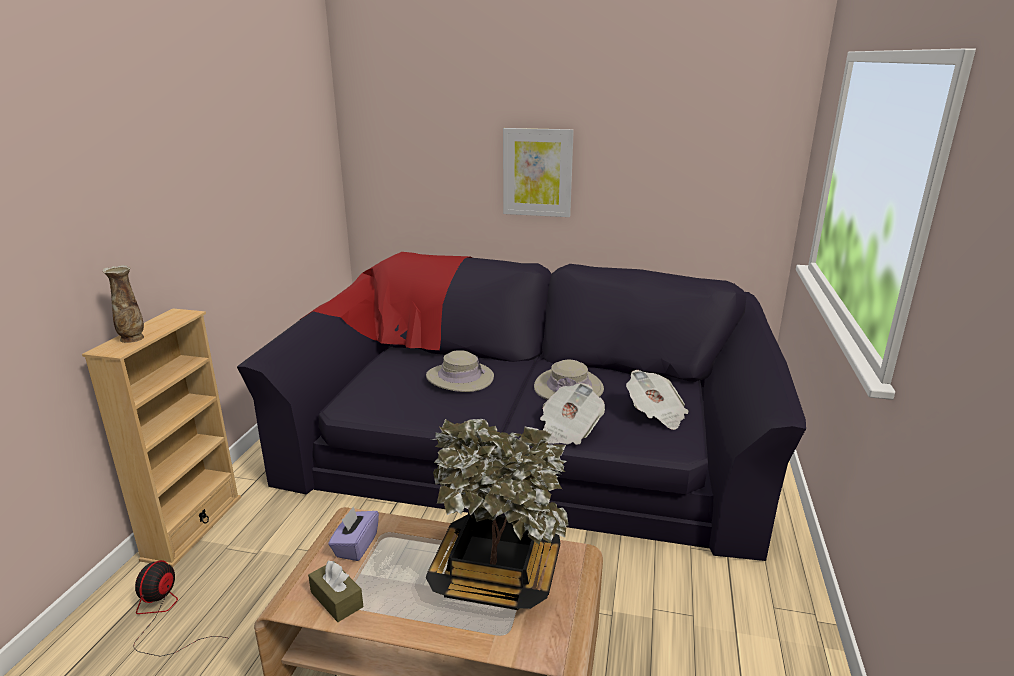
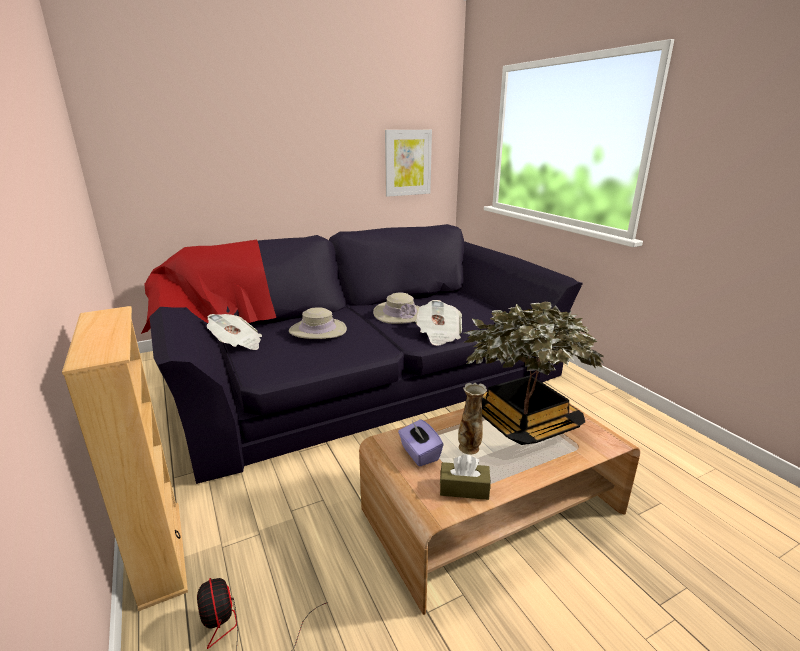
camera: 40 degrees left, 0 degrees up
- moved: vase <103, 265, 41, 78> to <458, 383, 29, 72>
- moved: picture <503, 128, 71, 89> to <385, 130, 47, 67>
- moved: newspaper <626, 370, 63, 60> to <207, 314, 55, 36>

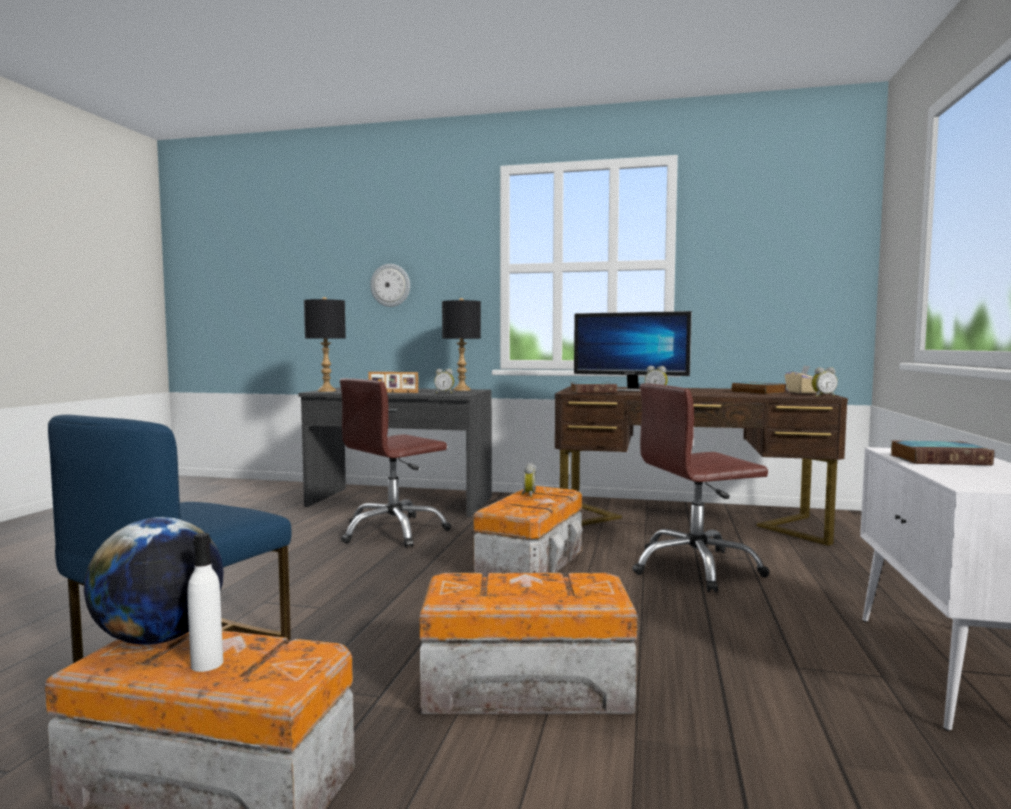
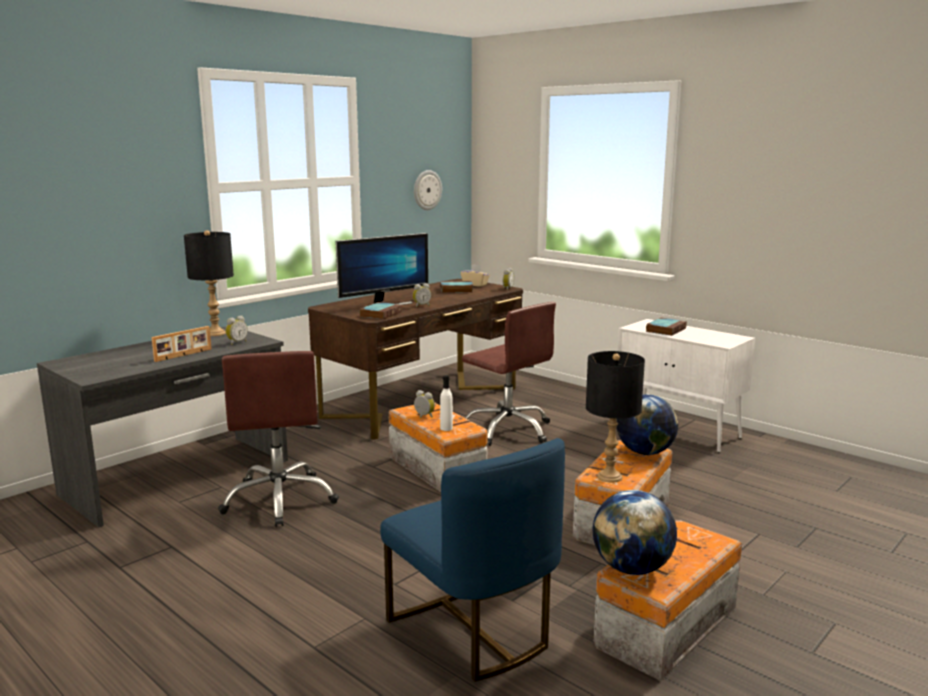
camera: 60 degrees left, 10 degrees up
- added: globe <617, 394, 61, 61>
- moved: bottle in white <188, 533, 35, 139> to <440, 375, 13, 56>
- moved: table lamp in black <304, 297, 42, 95> to <586, 351, 59, 132>
- moved: wall clock <370, 264, 40, 43> to <414, 170, 28, 40>
- turned: office chair in brown <632, 383, 137, 209> = <462, 302, 94, 144> 60 degrees counterclockwise

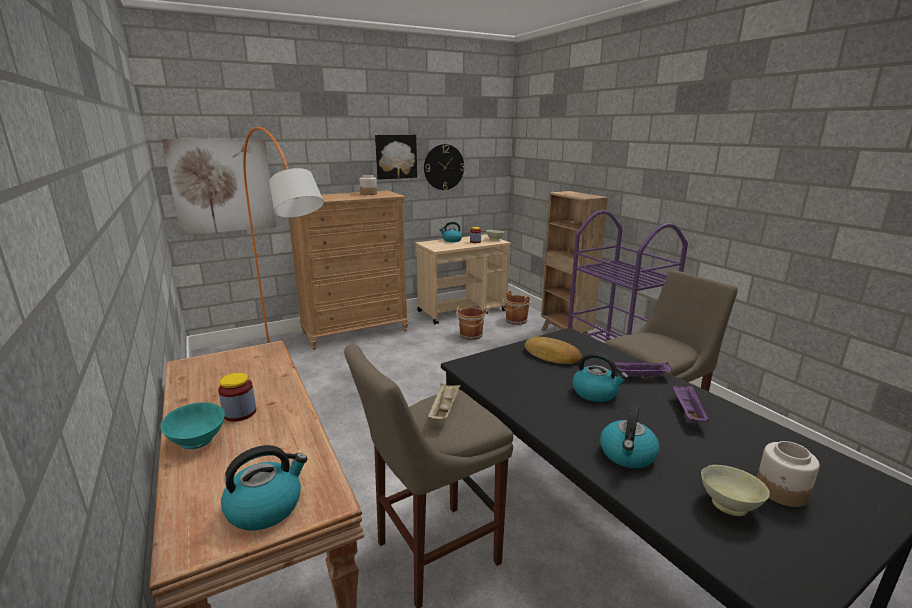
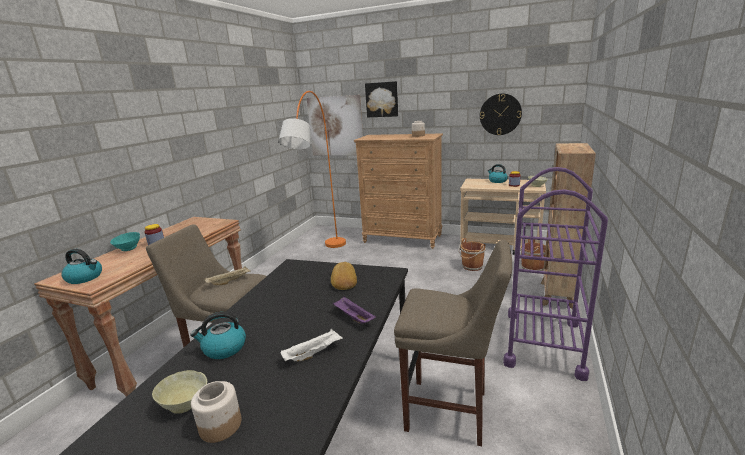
camera: 50 degrees right, 0 degrees up
- removed: kettle <572, 352, 56, 50>
- moved: picture <375, 135, 42, 45> to <365, 81, 33, 36>
- recoloured: tray in purple <672, 385, 38, 37> to tray in white <280, 329, 63, 32>

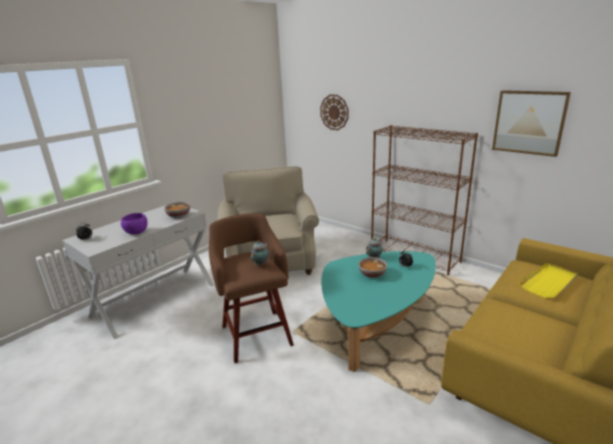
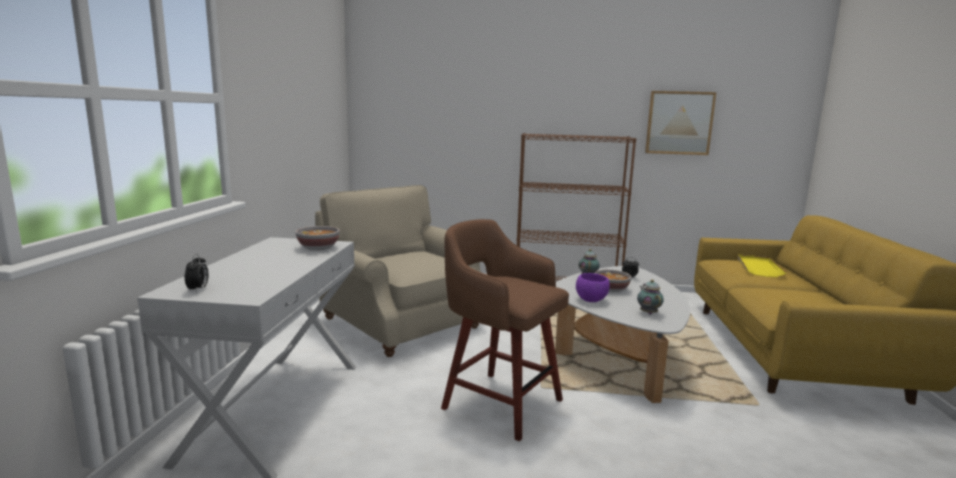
camera: 35 degrees left, 10 degrees down
- removed: wall clock <320, 95, 28, 35>
- moved: bowl in purple <121, 213, 26, 22> to <576, 273, 34, 29>
- moved: teapot <250, 241, 19, 25> to <637, 280, 27, 35>
- recoloured: coffee table in turquoise <321, 251, 115, 121> to coffee table in white <555, 266, 135, 137>

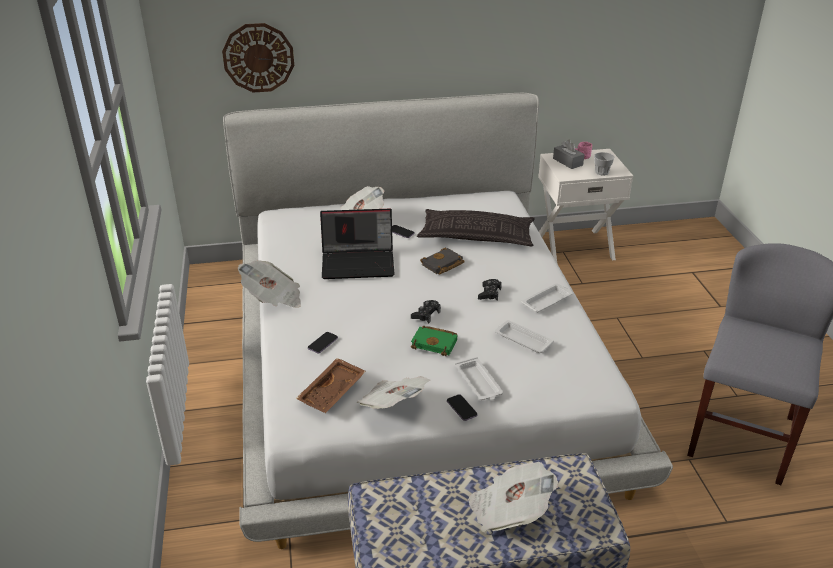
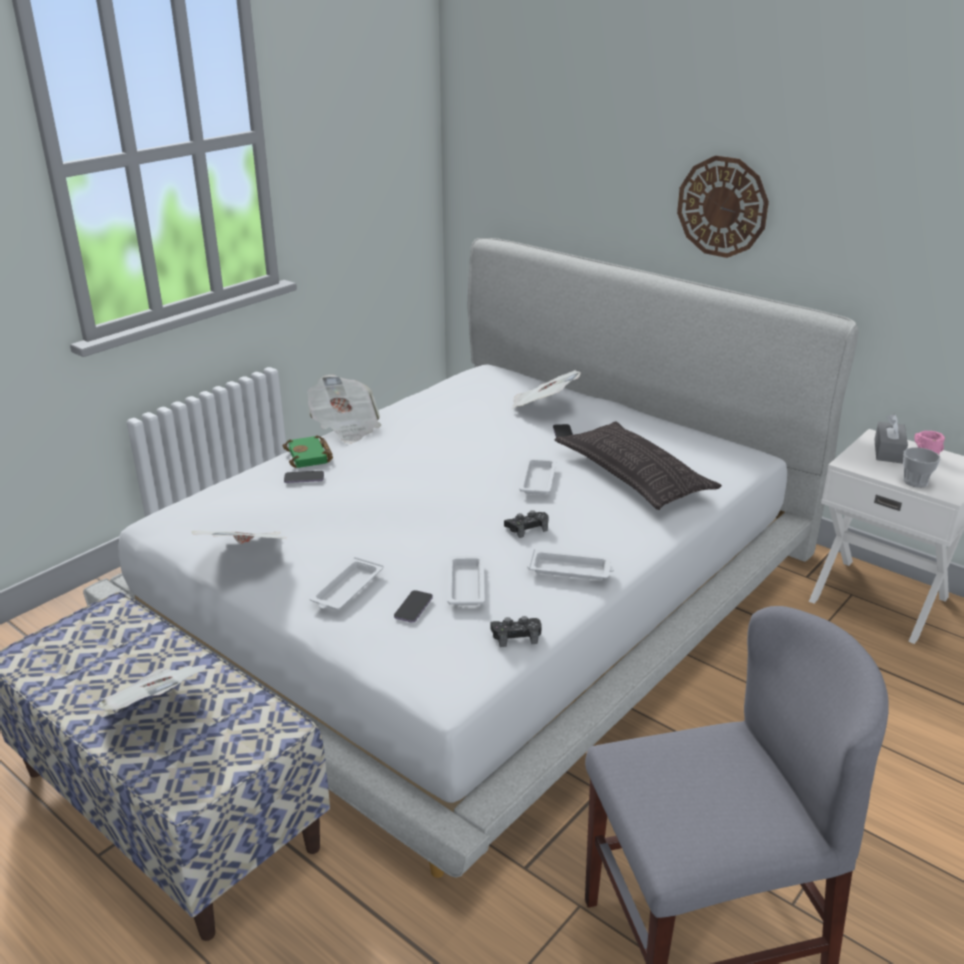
camera: 50 degrees right, 5 degrees down
- removed: tray in brown <296, 358, 70, 55>
- removed: laptop <320, 209, 75, 70>
- moved: wall clock <222, 23, 72, 70> to <677, 156, 92, 102>
- moved: game controller in black <411, 300, 30, 23> to <490, 616, 52, 31>
- moved: book in green <411, 326, 46, 30> to <283, 435, 50, 33>
- moved: phone <447, 394, 31, 27> to <394, 590, 39, 33>
- replaced: book in black <420, 248, 45, 27> to tray in white <519, 458, 37, 37>

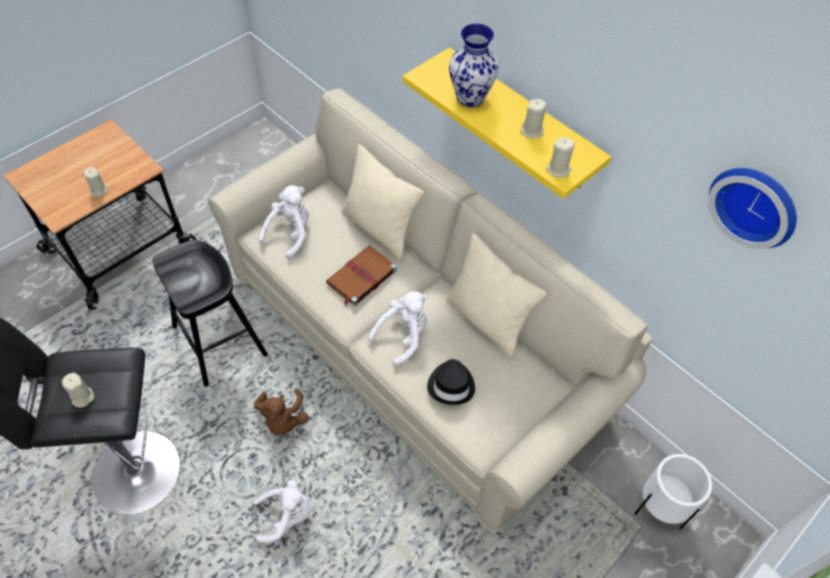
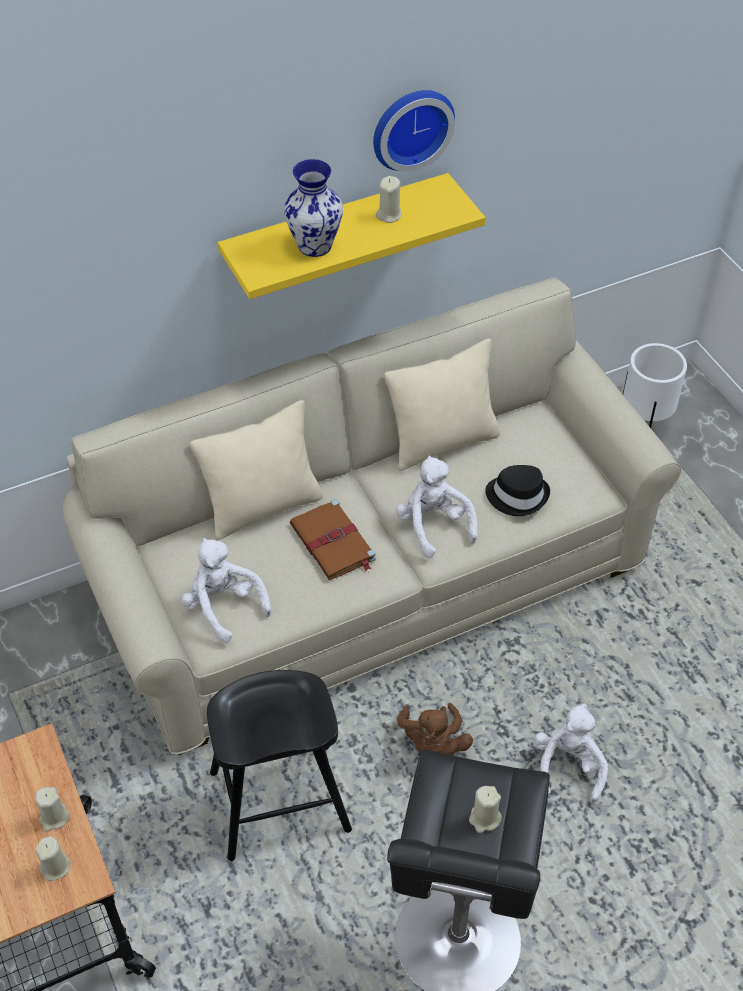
camera: 70 degrees left, 5 degrees down
- moved: candle in beige <546, 138, 29, 40> to <35, 836, 36, 45>
- moved: wall clock <708, 168, 89, 81> to <373, 90, 82, 82>
- turned: plush toy in brown <254, 388, 55, 47> = <397, 703, 76, 52> 75 degrees clockwise

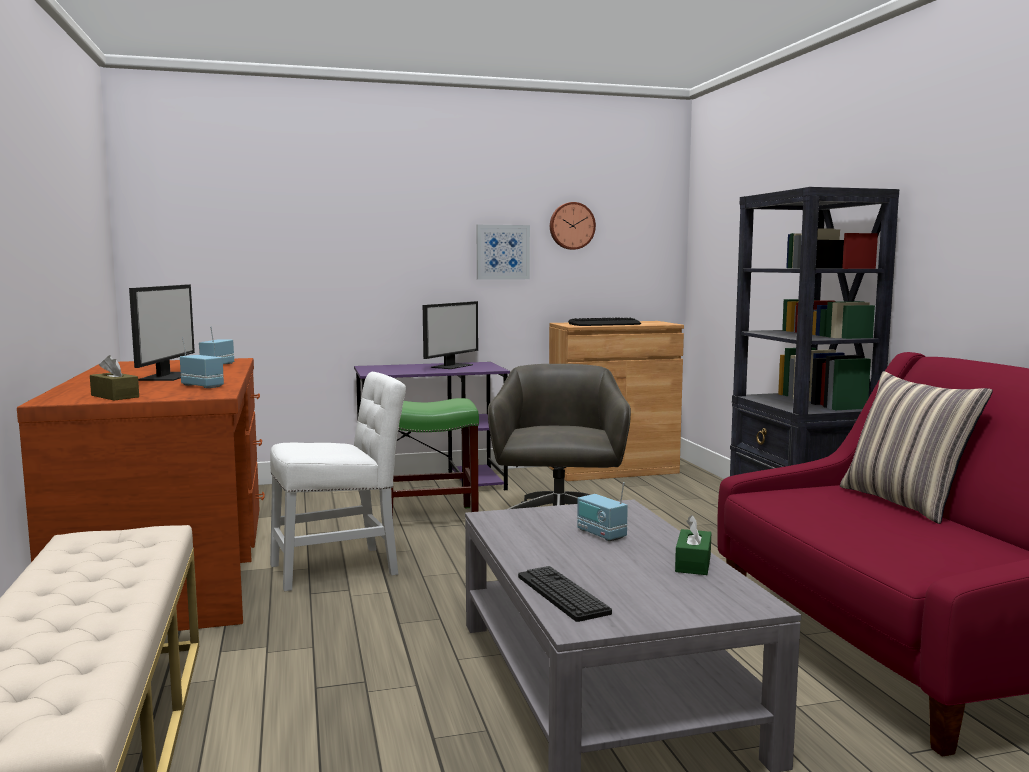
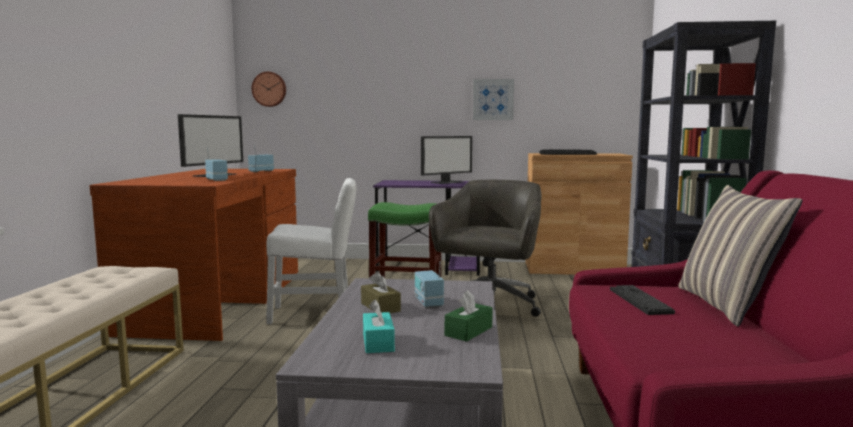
camera: 20 degrees right, 0 degrees up
- added: tissue box in turquoise <363, 299, 32, 54>
- moved: tissue box in brown <90, 355, 49, 46> to <361, 271, 40, 42>
- moved: keyboard <518, 566, 94, 56> to <610, 285, 65, 30>
- moved: wall clock <550, 202, 46, 48> to <251, 72, 35, 35>

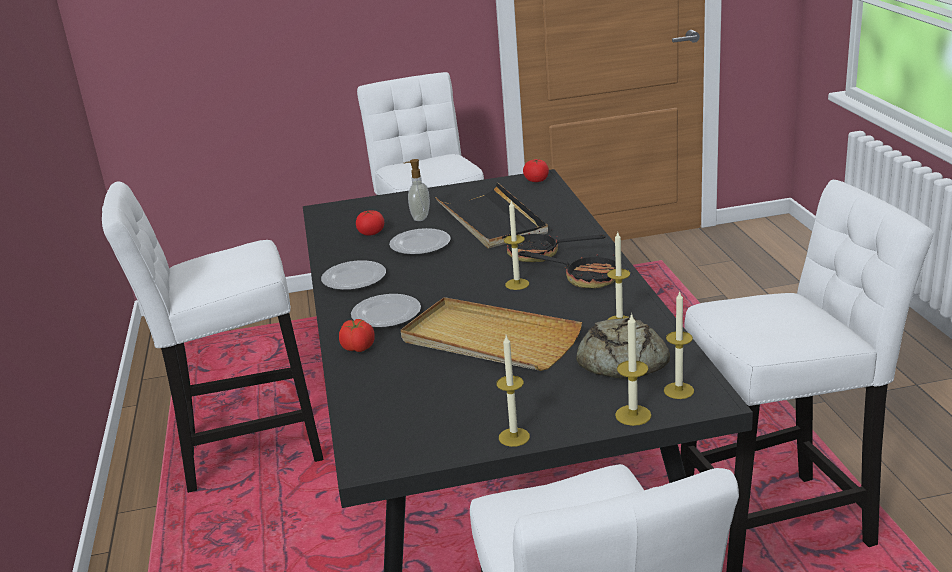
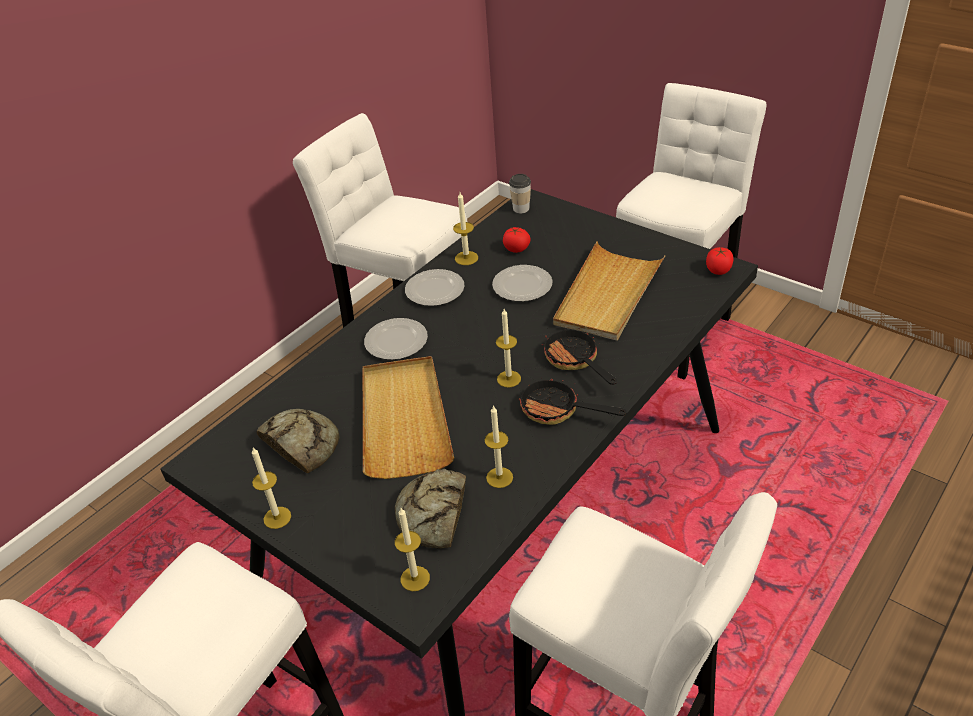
camera: 50 degrees right, 15 degrees up
- removed: tomato <339, 319, 36, 33>
- removed: soap dispenser <403, 159, 27, 62>
- added: bread <256, 409, 84, 64>
- added: cup <509, 174, 22, 39>
- moved: candle <615, 313, 36, 113> to <453, 192, 25, 73>
- recoloured: tray in black <435, 182, 113, 66> to tray in beige <553, 241, 113, 100>
- turned: frying pan <519, 251, 97, 38> = <519, 379, 108, 46> 135 degrees clockwise

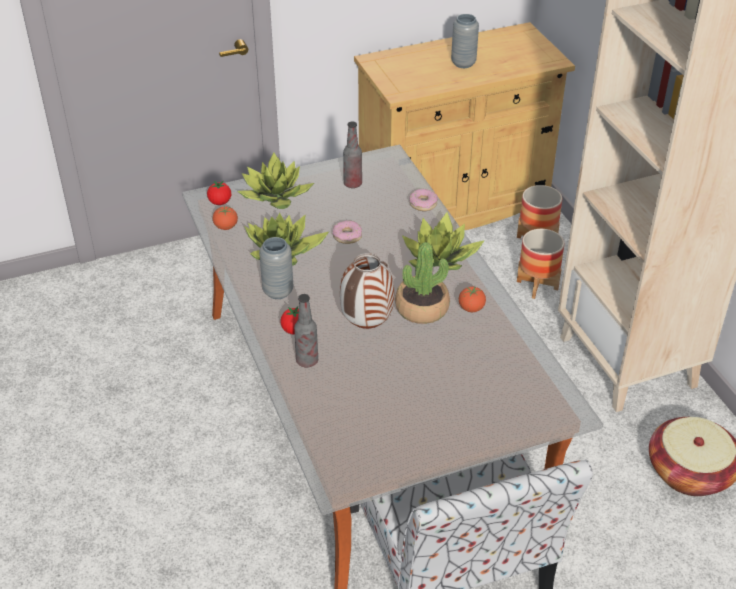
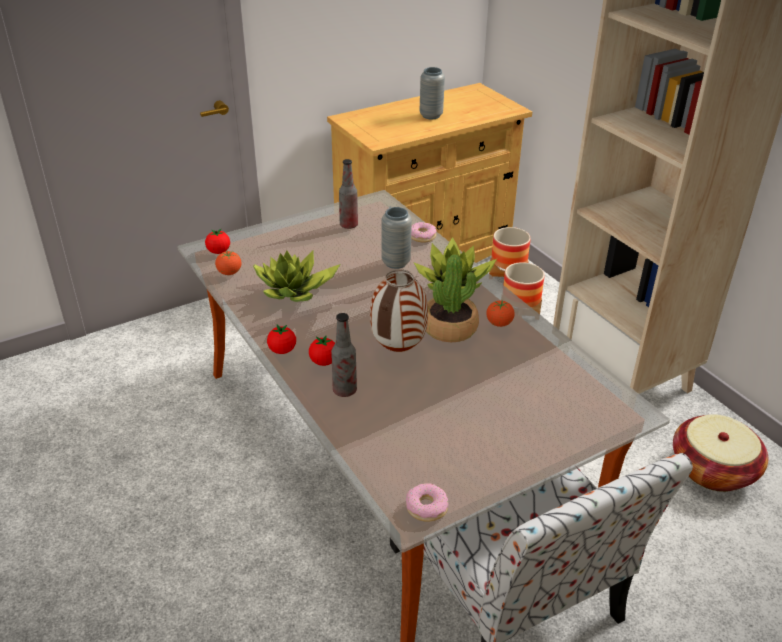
camera: 10 degrees left, 5 degrees down
- removed: potted plant <238, 153, 76, 56>
- added: tomato <267, 325, 29, 29>
- moved: vase in grey <259, 237, 34, 62> to <381, 207, 31, 62>
- moved: donut <333, 221, 29, 23> to <406, 483, 42, 39>

